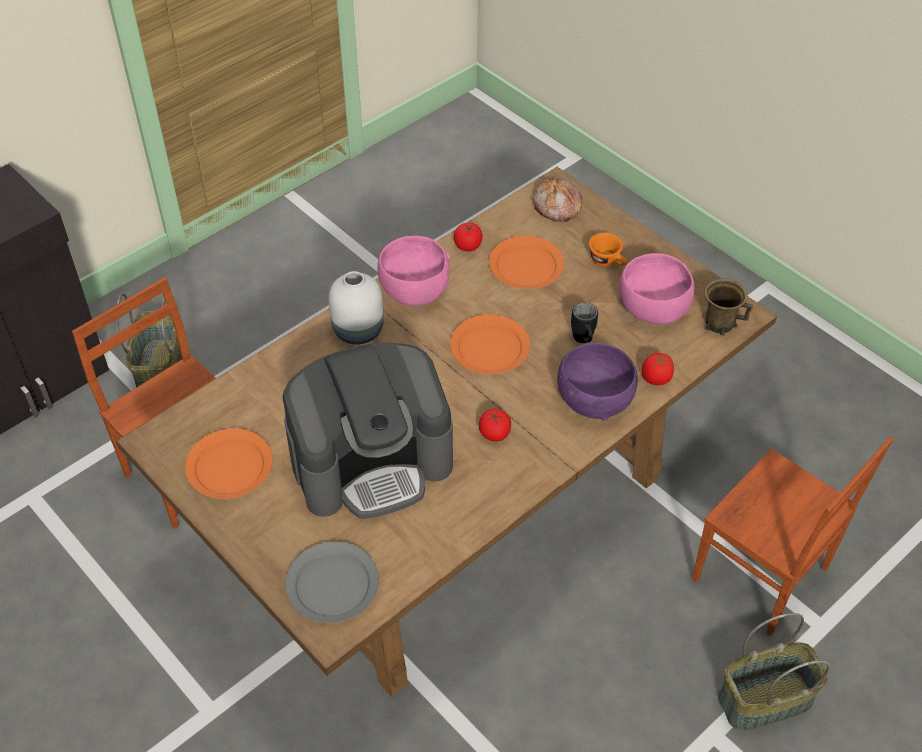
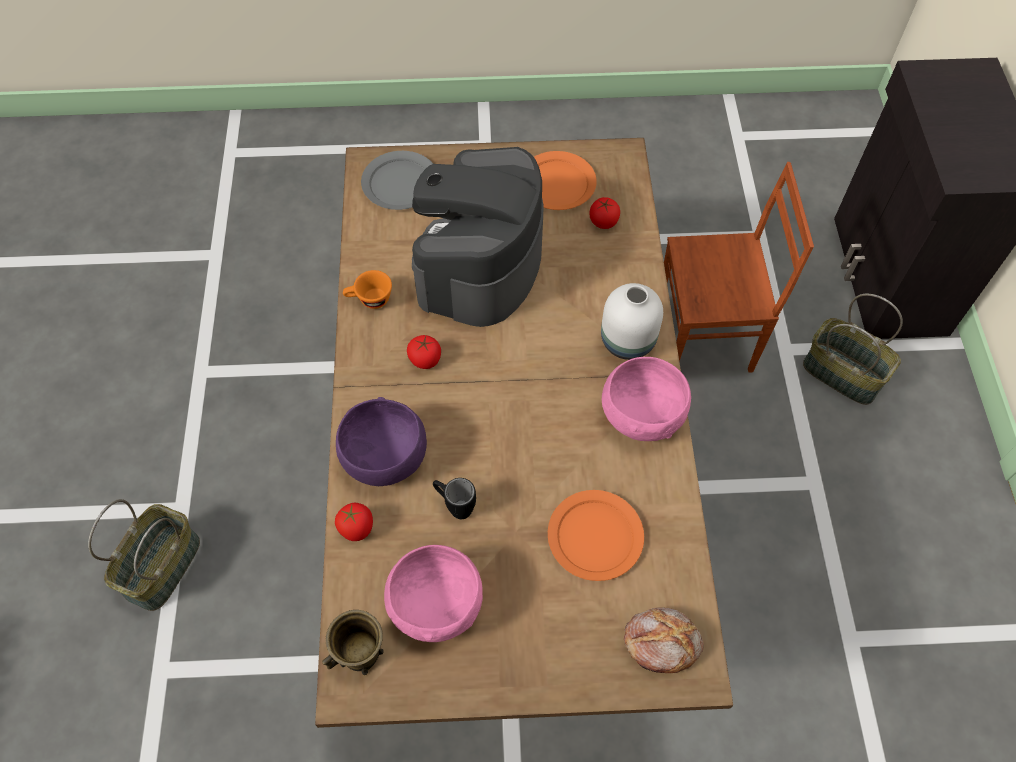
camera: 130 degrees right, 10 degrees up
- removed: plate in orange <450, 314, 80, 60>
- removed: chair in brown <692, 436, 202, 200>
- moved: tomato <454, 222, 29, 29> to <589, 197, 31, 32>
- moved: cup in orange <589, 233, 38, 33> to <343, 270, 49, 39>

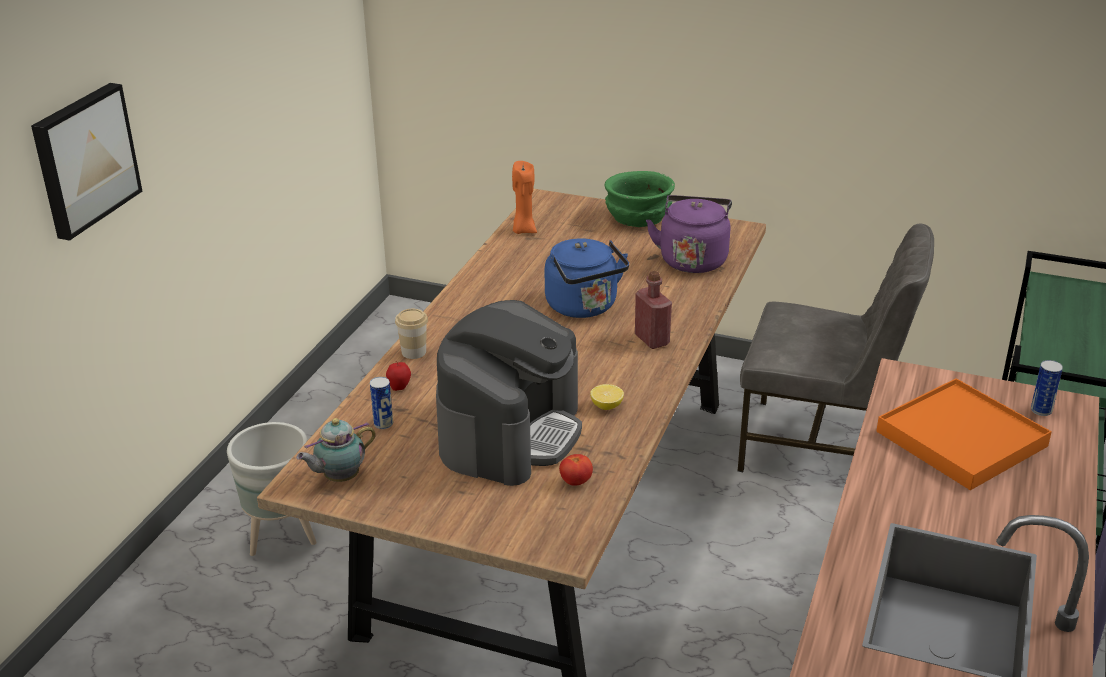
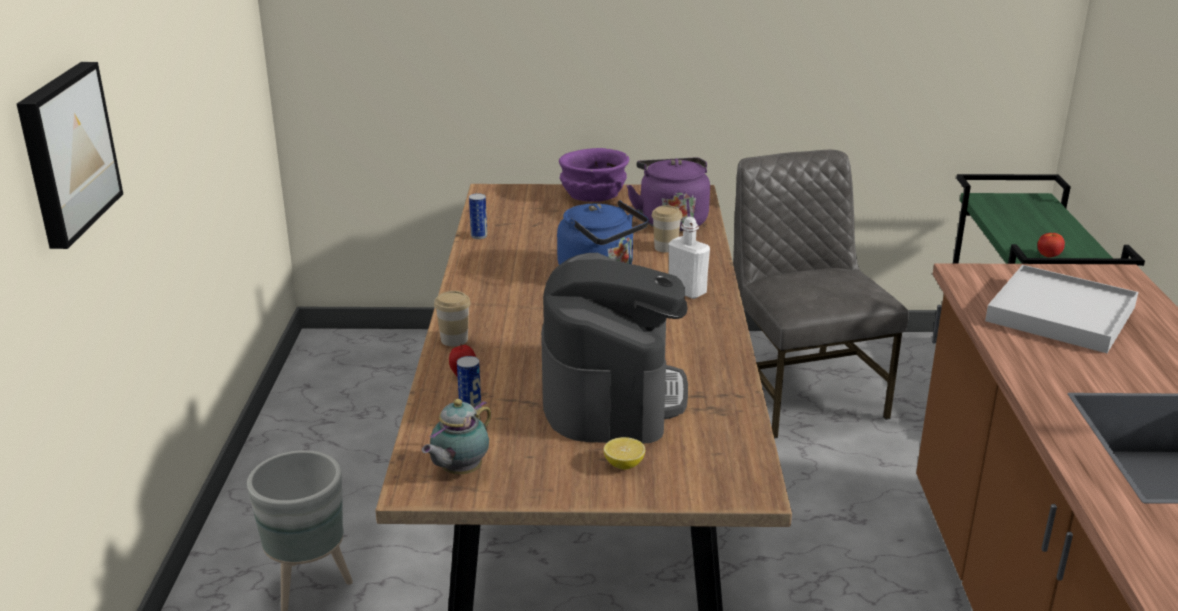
camera: 20 degrees left, 5 degrees down
- removed: candle in orange <512, 161, 25, 73>
- added: cup <652, 205, 31, 48>
- moved: tomato <559, 454, 34, 32> to <1037, 233, 28, 25>
- moved: lemon <590, 384, 34, 26> to <604, 437, 41, 33>
- moved: can <1031, 360, 32, 56> to <469, 193, 18, 46>
- recoloured: bowl in green <605, 171, 70, 56> to bowl in purple <559, 148, 70, 54>
- recoloured: bottle in red <635, 271, 37, 78> to bottle in white <669, 217, 41, 82>
- recoloured: tray in orange <877, 378, 175, 112> to tray in white <985, 265, 153, 88>
- turned: chair in grey <738, 223, 196, 249> = <733, 150, 176, 289> 105 degrees counterclockwise

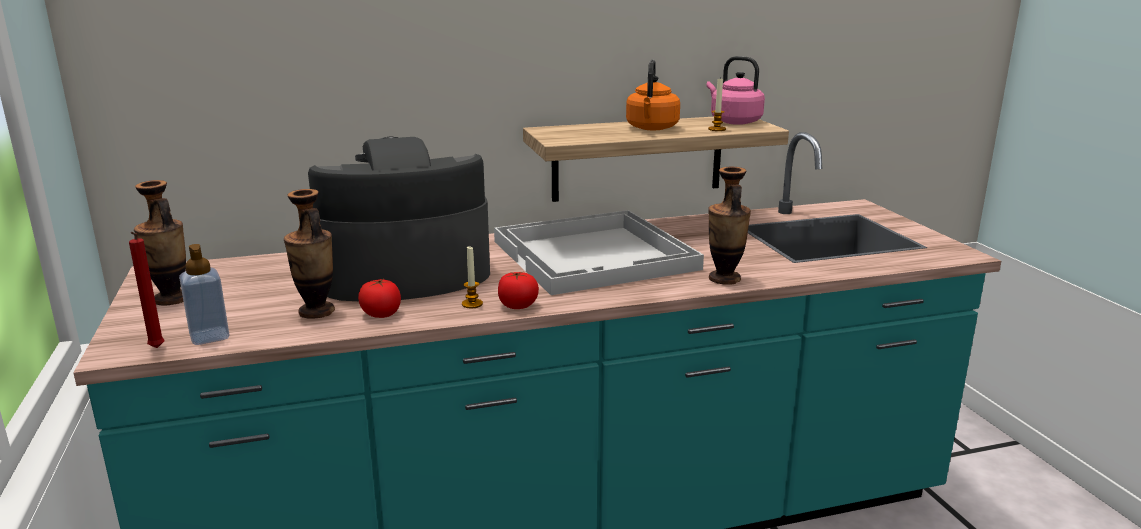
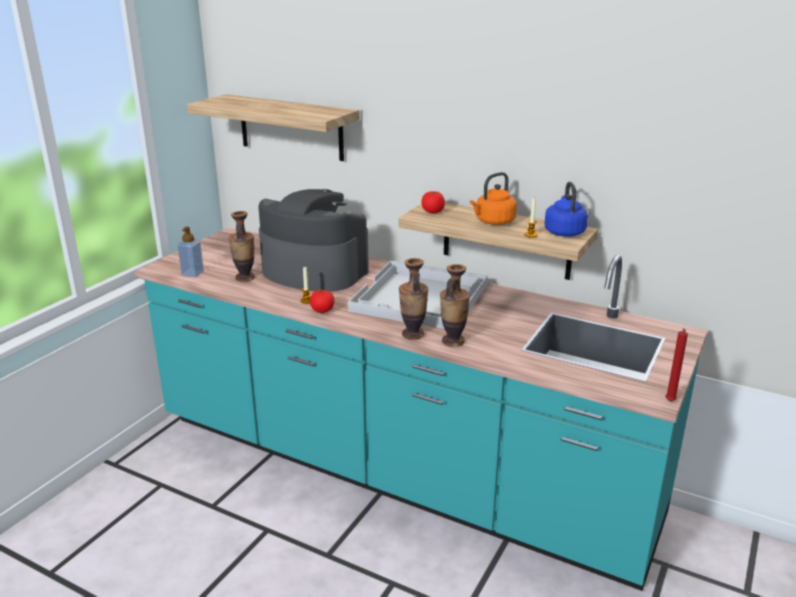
camera: 45 degrees right, 5 degrees up
- added: shelf <187, 94, 173, 67>
- moved: candle in red <129, 232, 35, 116> to <665, 329, 23, 73>
- moved: vase <134, 180, 52, 125> to <399, 258, 29, 82>
- moved: tomato <358, 279, 43, 39> to <421, 191, 24, 22>
- recoloured: kettle in pink <706, 56, 59, 69> to kettle in blue <545, 182, 43, 55>

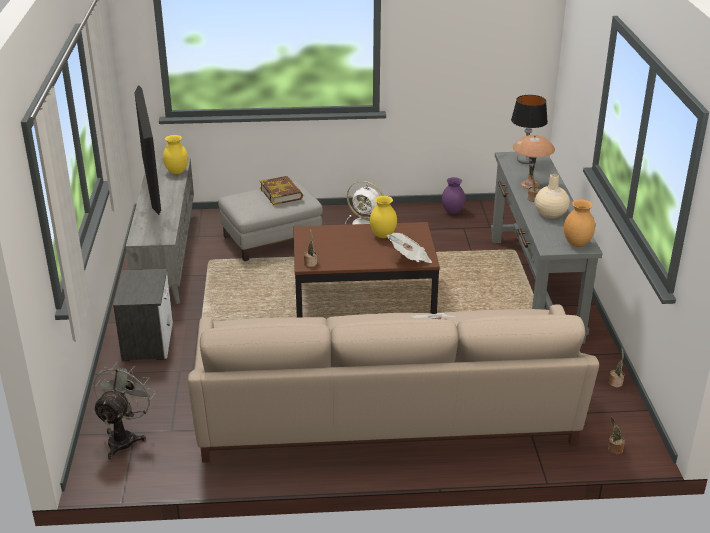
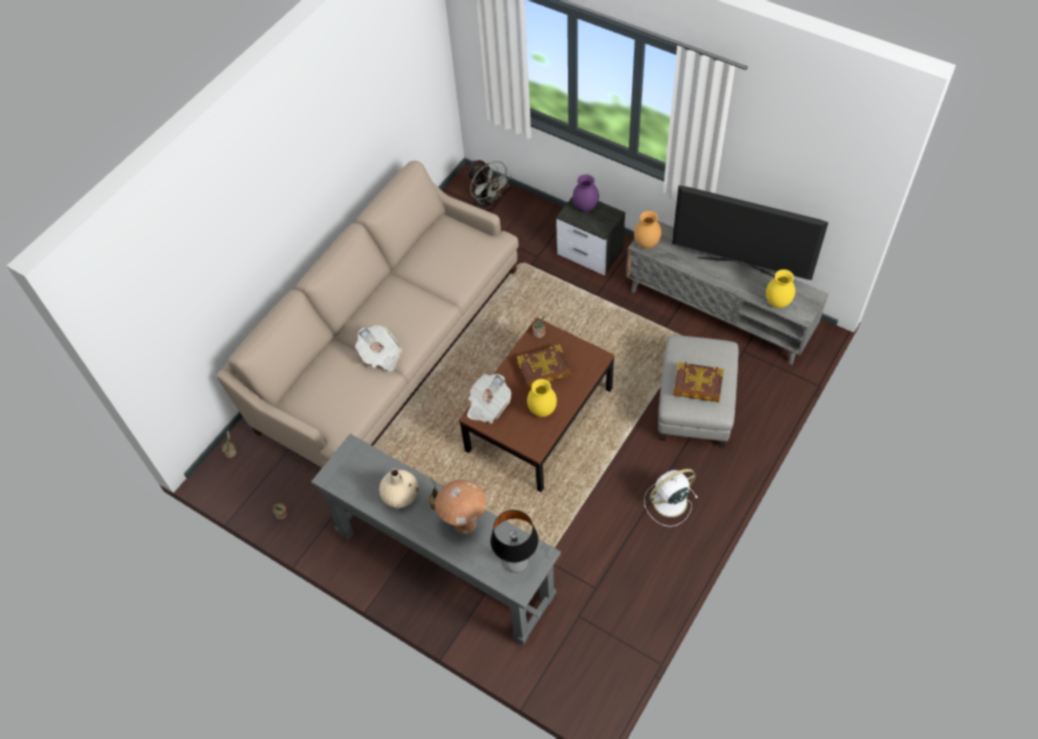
camera: 130 degrees right, 25 degrees up
- added: book <517, 344, 54, 44>
- moved: vase in purple <442, 177, 23, 37> to <573, 174, 26, 38>
- moved: vase in brown <564, 200, 31, 47> to <634, 211, 28, 38>

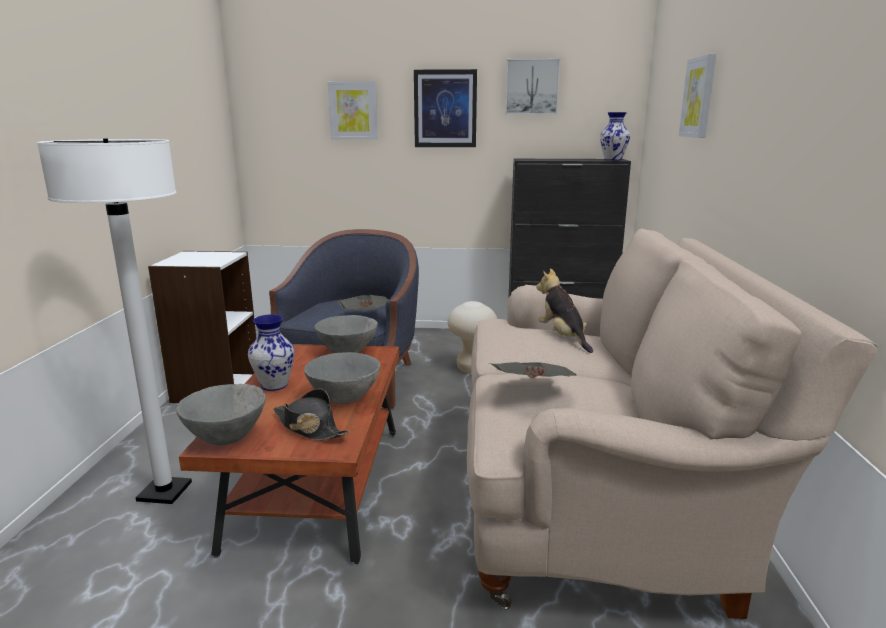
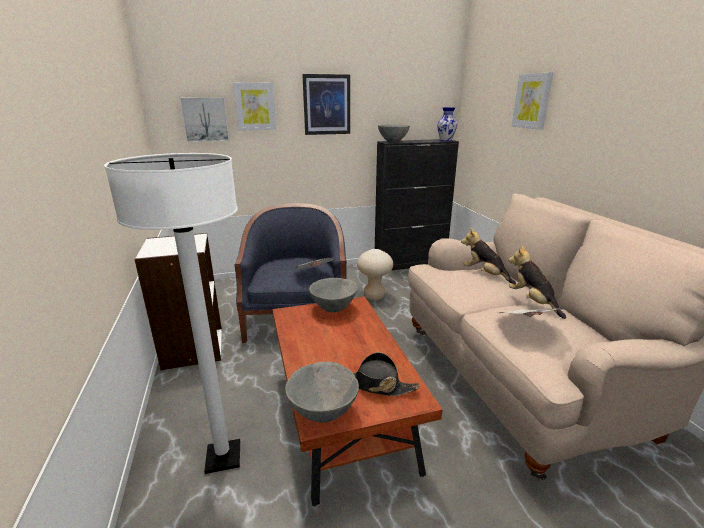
camera: 20 degrees left, 5 degrees up
- removed: vase <248, 314, 47, 77>
- added: plush toy <508, 245, 58, 74>
- moved: bowl in grey <304, 352, 76, 52> to <378, 124, 32, 18>
- moved: picture <505, 59, 55, 56> to <180, 98, 49, 44>

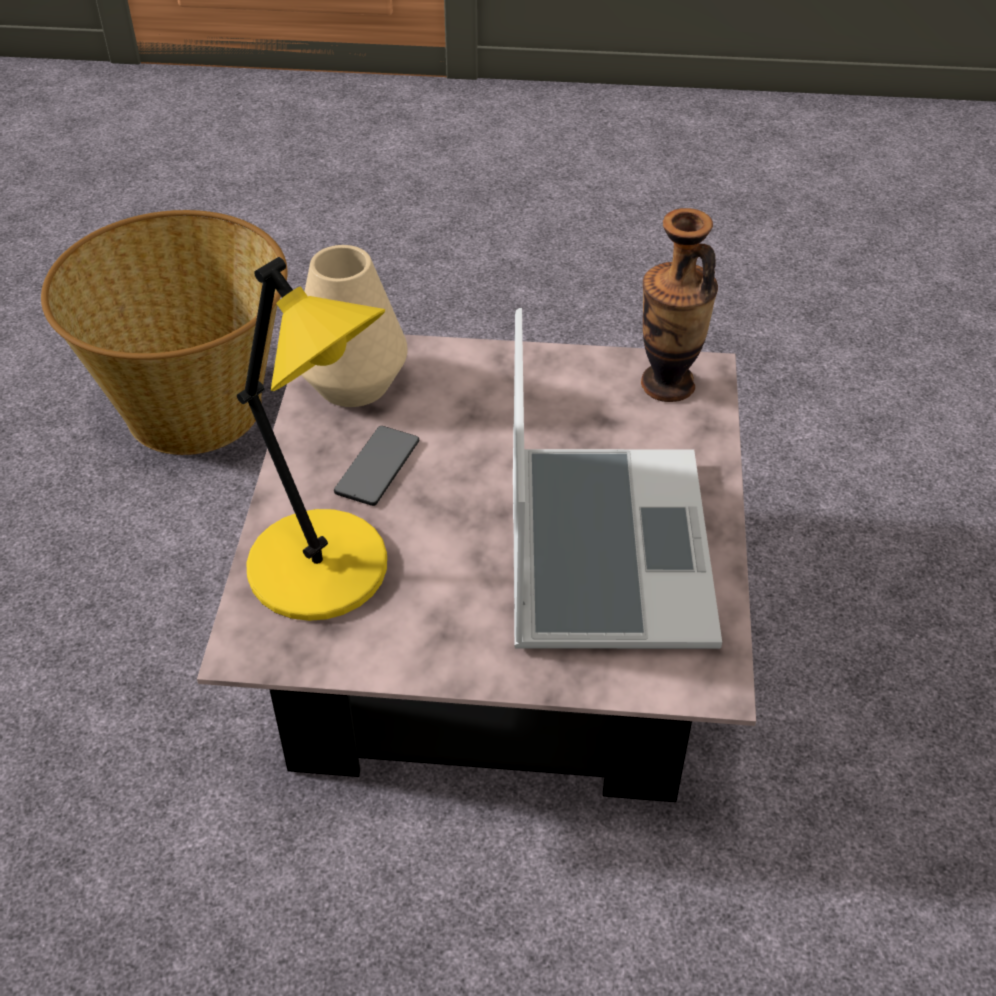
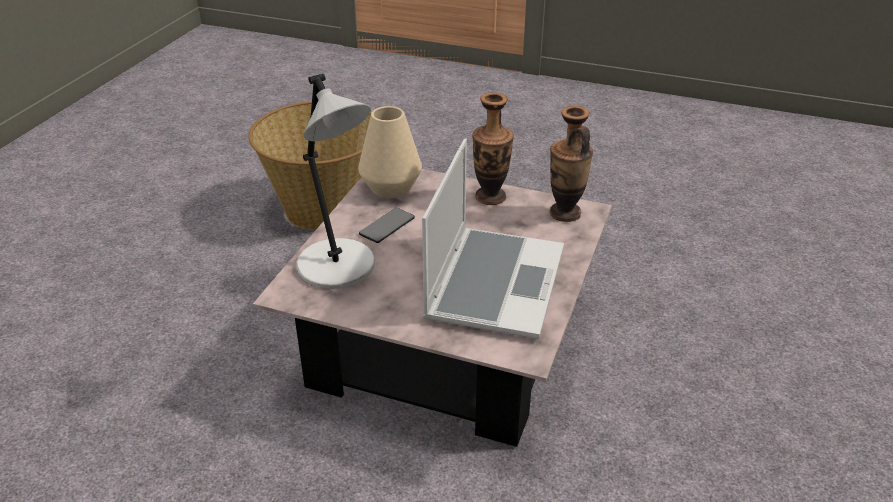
camera: 15 degrees right, 10 degrees down
- added: vase <472, 93, 42, 112>
- recoloured: table lamp in yellow <237, 257, 150, 364> to table lamp in grey <297, 74, 78, 215>

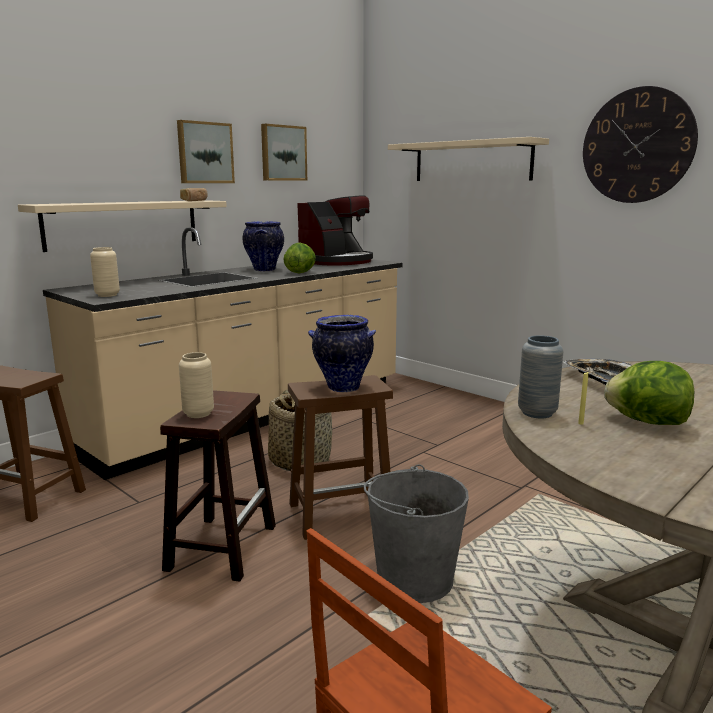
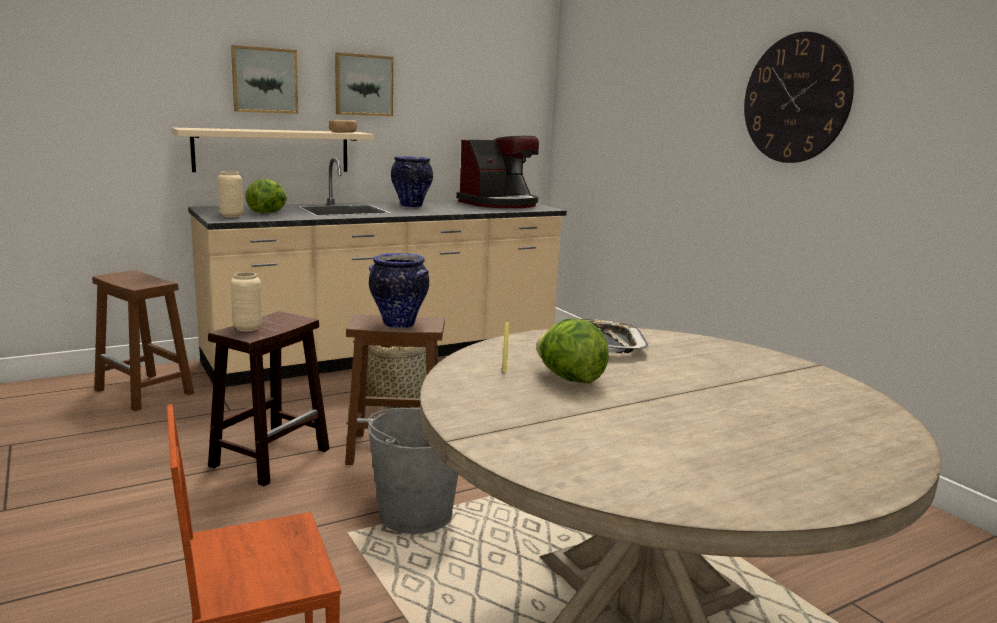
camera: 15 degrees right, 0 degrees up
- removed: shelf in beige <388, 137, 161, 44>
- removed: vase in grey <518, 336, 46, 82>
- moved: picture <261, 124, 46, 57> to <231, 45, 67, 69>
- moved: lettuce <283, 242, 33, 32> to <245, 179, 42, 34>

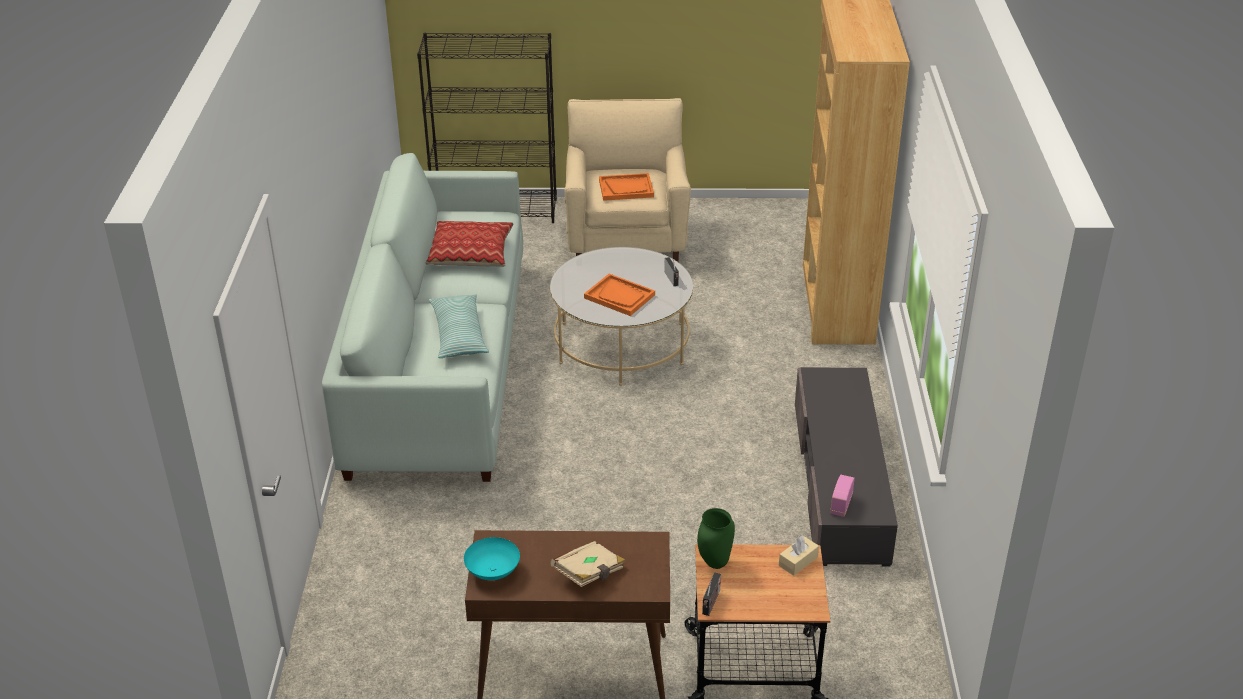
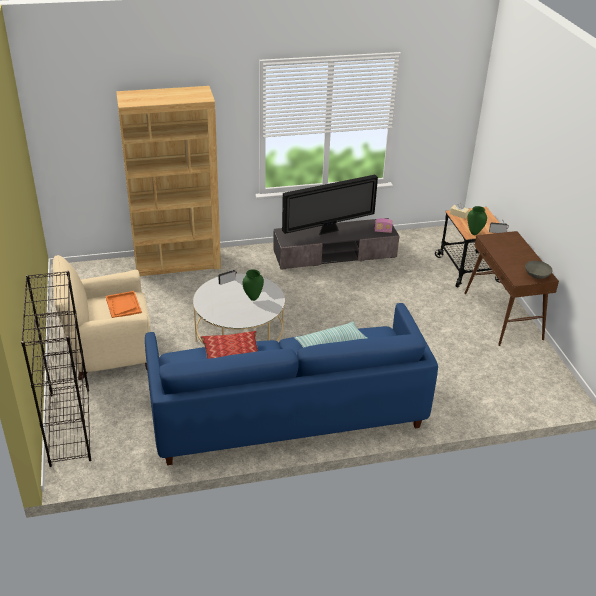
camera: 105 degrees left, 0 degrees up
- removed: book in beige <551, 541, 75, 46>
- added: television <282, 175, 96, 60>
- replaced: tray in orange <584, 274, 71, 42> to vase in green <243, 269, 21, 32>
- recoloured: sofa in white <322, 153, 201, 329> to sofa in blue <145, 303, 293, 162>
- recoloured: bowl in turquoise <464, 537, 56, 43> to bowl in grey <525, 261, 27, 18>

